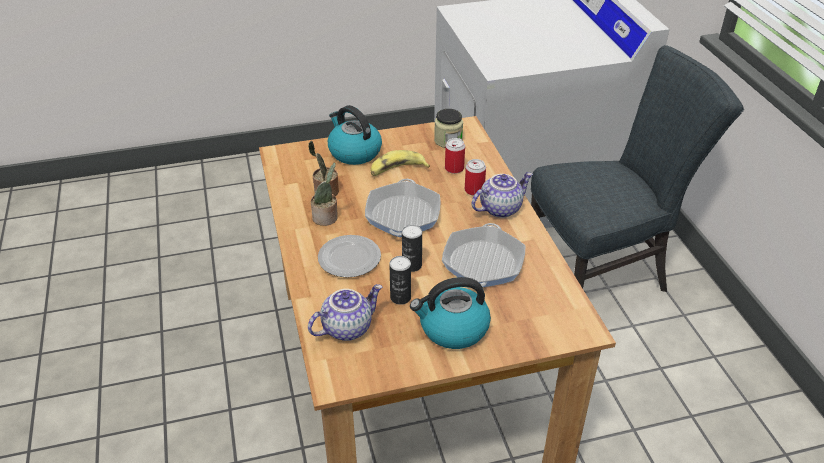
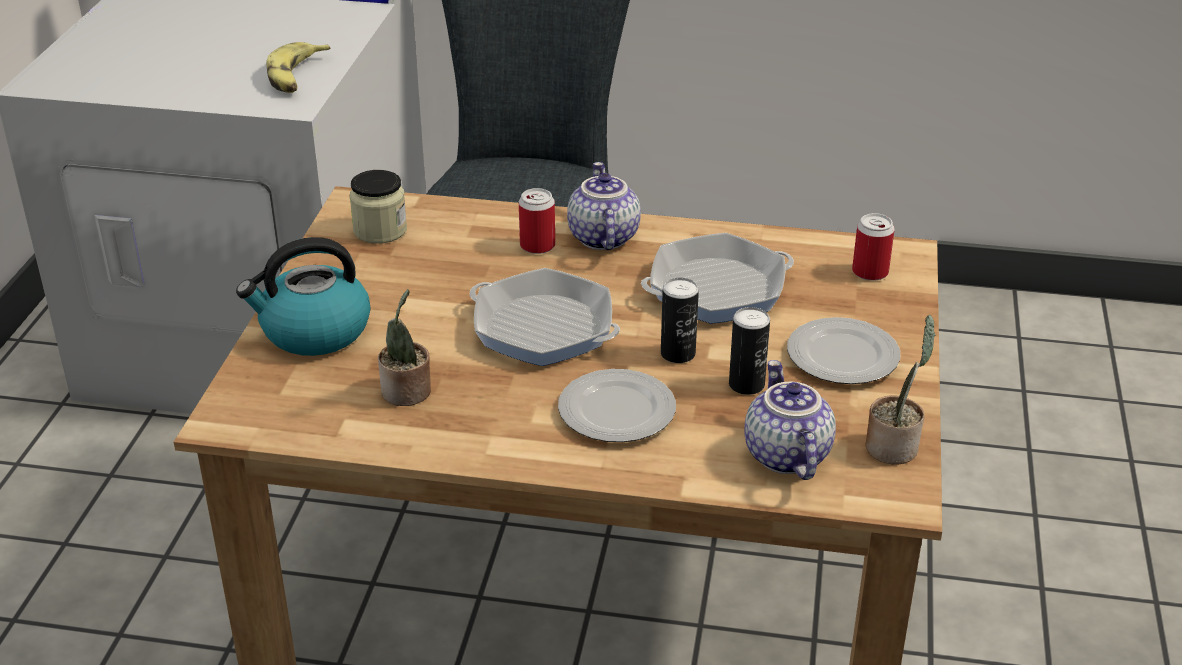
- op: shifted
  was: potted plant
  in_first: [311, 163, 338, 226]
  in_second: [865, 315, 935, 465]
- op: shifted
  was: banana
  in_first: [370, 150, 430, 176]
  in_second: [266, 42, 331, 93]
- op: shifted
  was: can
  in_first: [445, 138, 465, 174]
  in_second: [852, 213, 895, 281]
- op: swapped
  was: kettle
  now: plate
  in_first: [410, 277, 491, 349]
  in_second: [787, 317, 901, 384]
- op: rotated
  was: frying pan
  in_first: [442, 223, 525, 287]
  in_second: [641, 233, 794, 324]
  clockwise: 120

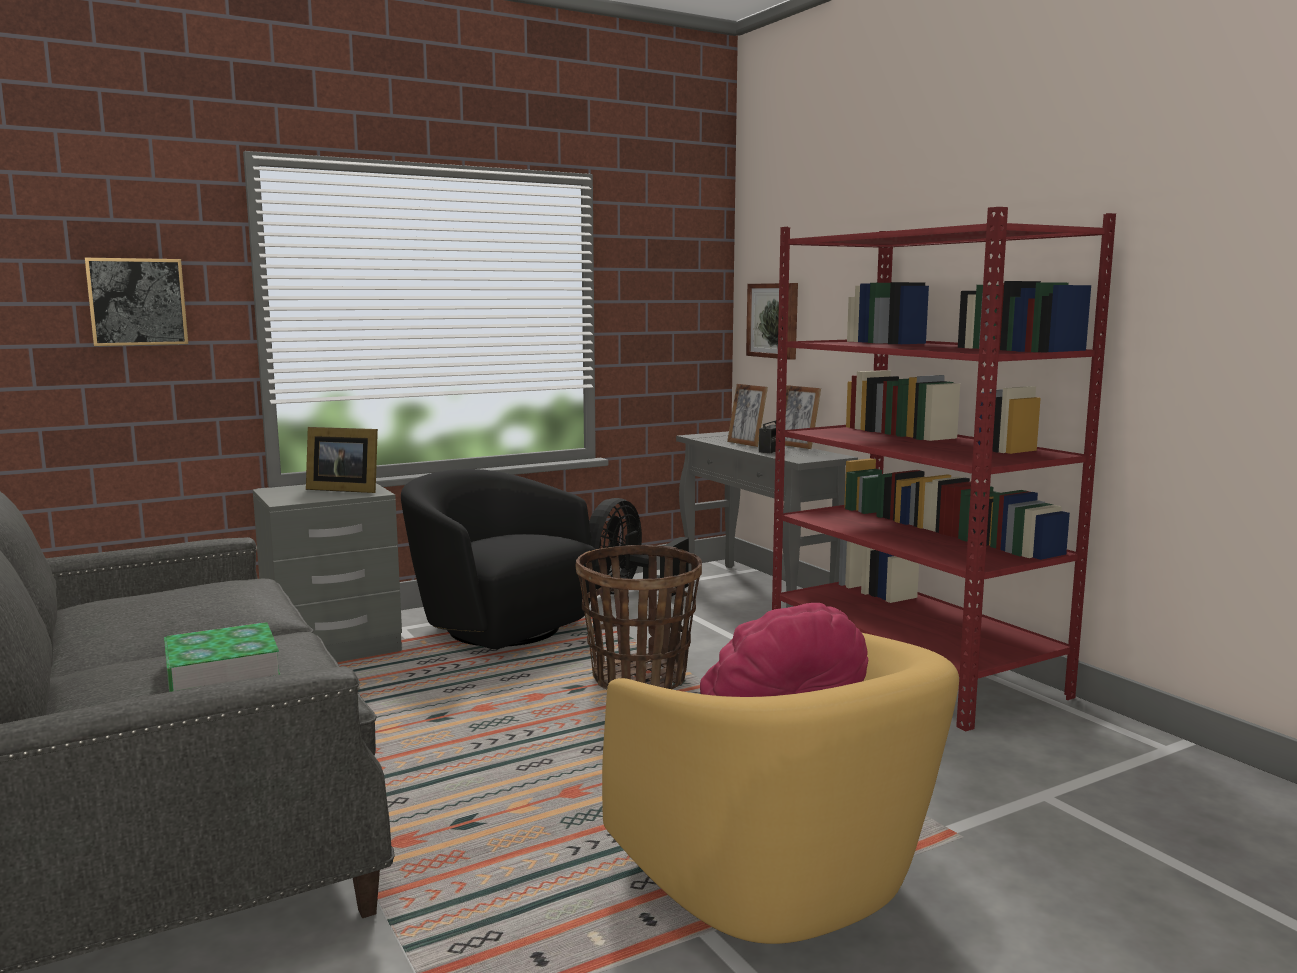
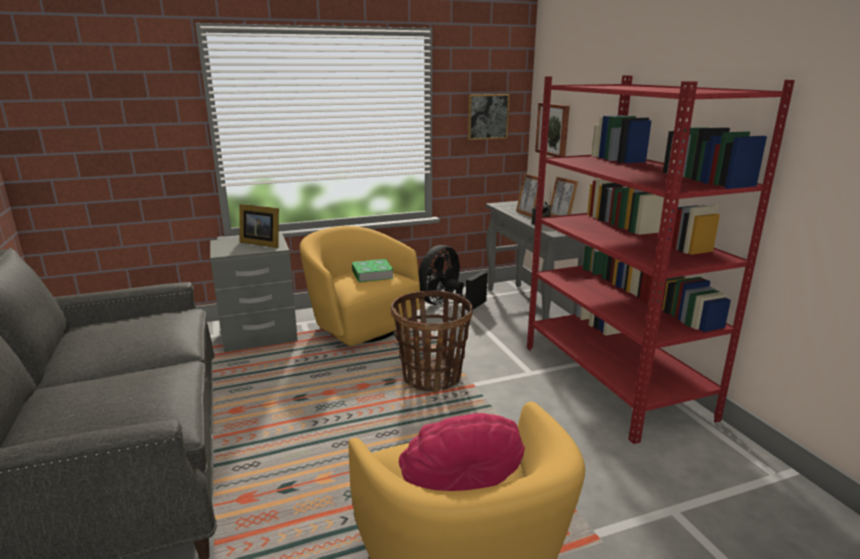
- op: shifted
  was: picture
  in_first: [85, 258, 188, 346]
  in_second: [468, 94, 510, 140]
- op: shifted
  was: book
  in_first: [164, 622, 280, 692]
  in_second: [352, 259, 394, 282]
- op: repainted
  was: armchair (black)
  now: armchair (yellow)
  in_first: [401, 469, 596, 649]
  in_second: [300, 226, 420, 346]

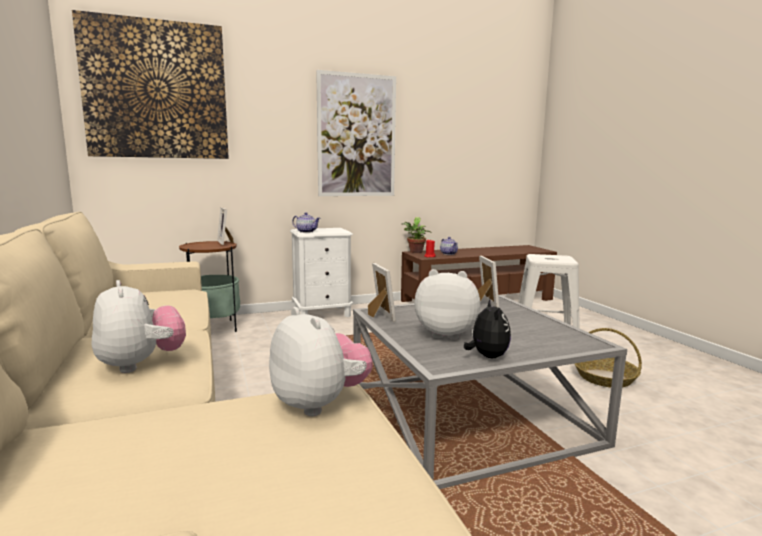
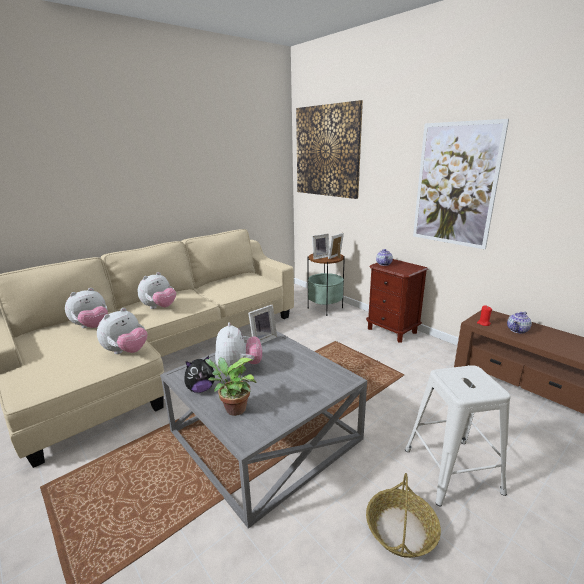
- op: new
  now: plush toy
  in_second: [65, 288, 108, 328]
- op: shifted
  was: potted plant
  in_first: [402, 217, 432, 253]
  in_second: [205, 358, 256, 416]
- op: shifted
  was: picture frame
  in_first: [478, 255, 499, 308]
  in_second: [312, 233, 329, 260]
- op: repainted
  was: nightstand (white)
  now: nightstand (brown)
  in_first: [290, 228, 353, 317]
  in_second: [366, 259, 428, 342]

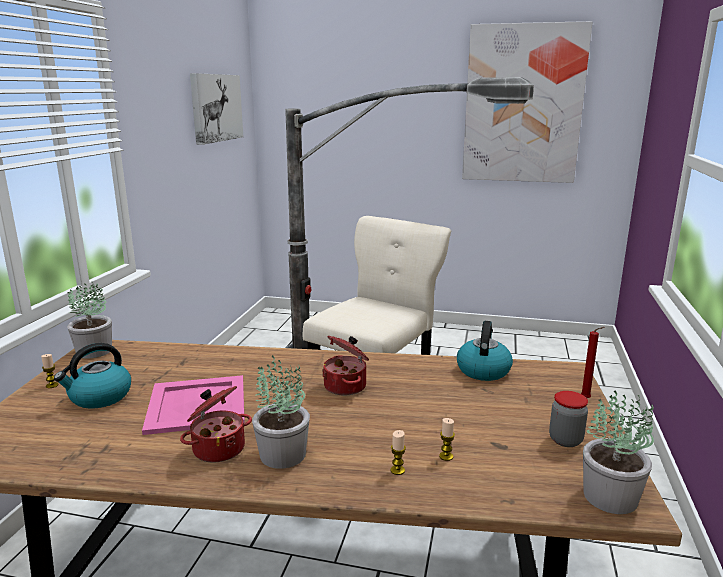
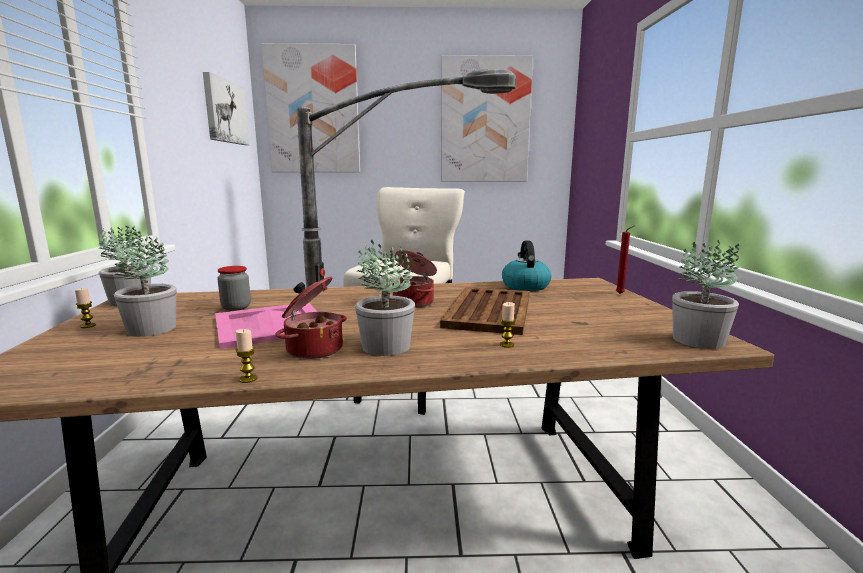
- op: new
  now: picture
  in_second: [261, 43, 360, 172]
- op: new
  now: tray (brown)
  in_second: [440, 287, 530, 335]
- op: shifted
  was: candle
  in_first: [439, 418, 455, 461]
  in_second: [235, 329, 258, 383]
- op: shifted
  was: jar
  in_first: [549, 391, 588, 447]
  in_second: [217, 266, 251, 311]
- op: swapped
  was: kettle
  now: potted plant
  in_first: [54, 343, 131, 409]
  in_second: [114, 236, 176, 337]

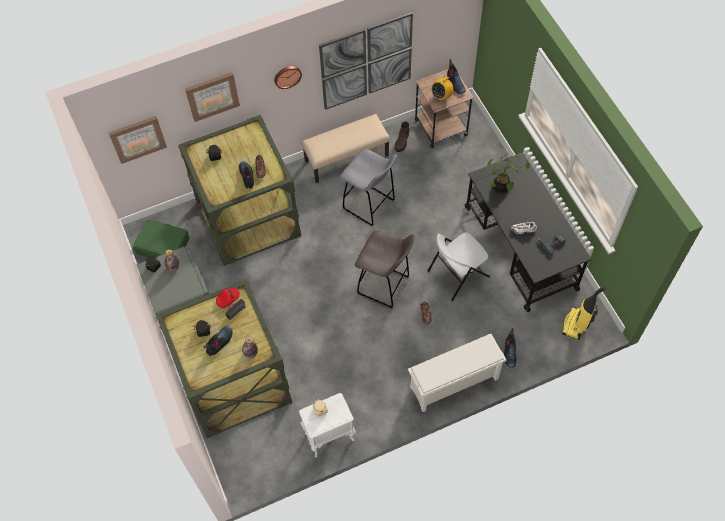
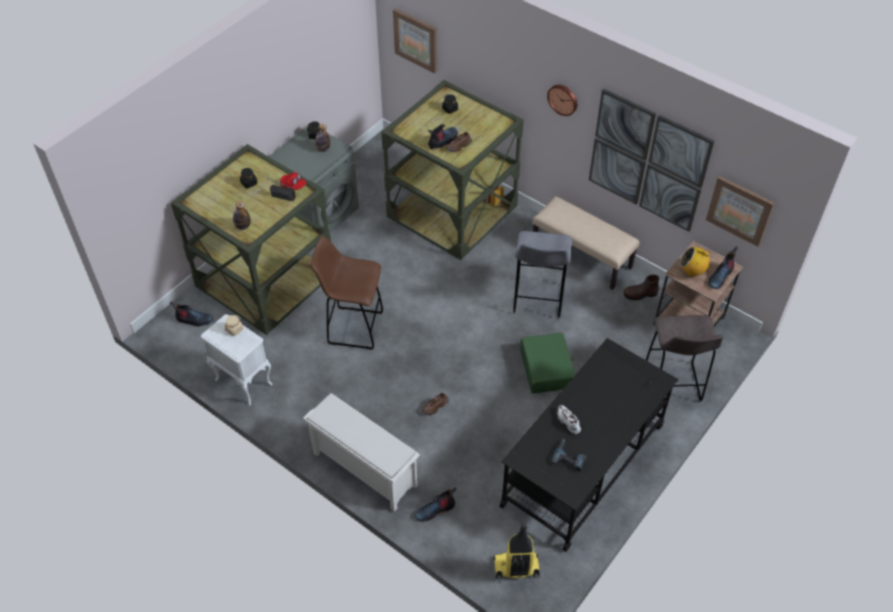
- op: gone
  was: chair (white)
  in_first: [427, 233, 490, 301]
- op: gone
  was: potted plant
  in_first: [487, 149, 530, 194]
- op: new
  now: stool (brown)
  in_second: [311, 236, 383, 350]
- op: shifted
  was: suitcase (green)
  in_first: [133, 219, 189, 257]
  in_second: [520, 332, 576, 394]
- op: shifted
  was: picture
  in_first: [185, 72, 240, 122]
  in_second: [706, 176, 775, 246]
- op: shifted
  was: boot
  in_first: [203, 326, 232, 356]
  in_second: [170, 302, 213, 327]
- op: shifted
  was: stool (grey)
  in_first: [355, 231, 415, 308]
  in_second: [646, 315, 723, 402]

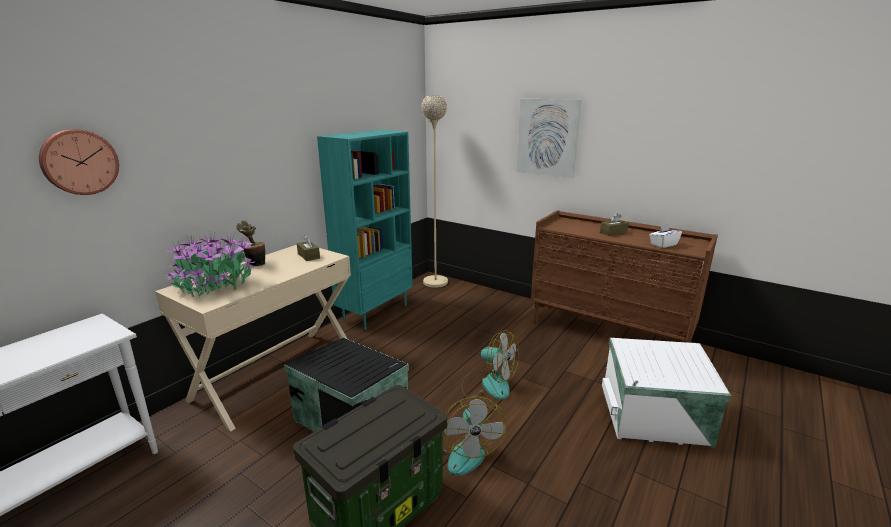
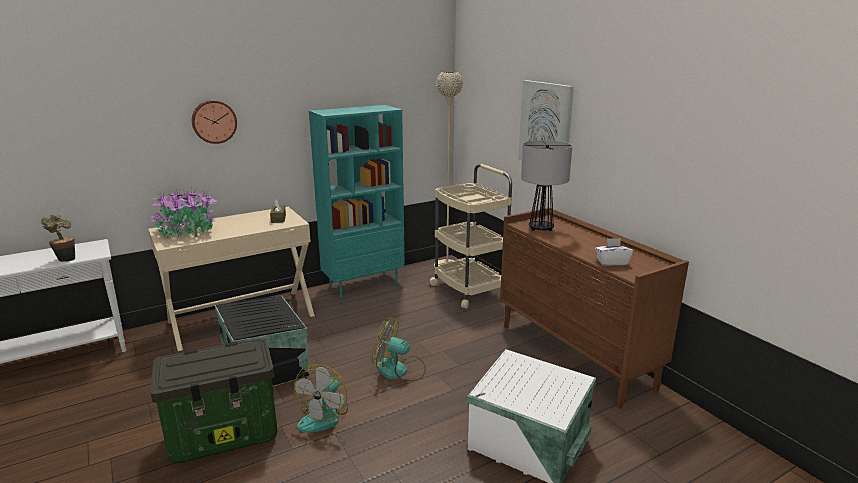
- op: gone
  was: tissue box (brown)
  in_first: [600, 213, 629, 236]
- op: new
  now: cart (beige)
  in_second: [430, 164, 512, 309]
- op: new
  now: table lamp
  in_second: [521, 140, 572, 231]
- op: shifted
  was: wall clock
  in_first: [39, 129, 119, 195]
  in_second: [192, 100, 237, 144]
- op: shifted
  was: potted plant
  in_first: [236, 220, 265, 266]
  in_second: [41, 215, 75, 262]
- op: rotated
  was: fan
  in_first: [461, 330, 519, 400]
  in_second: [372, 317, 426, 382]
  clockwise: 135

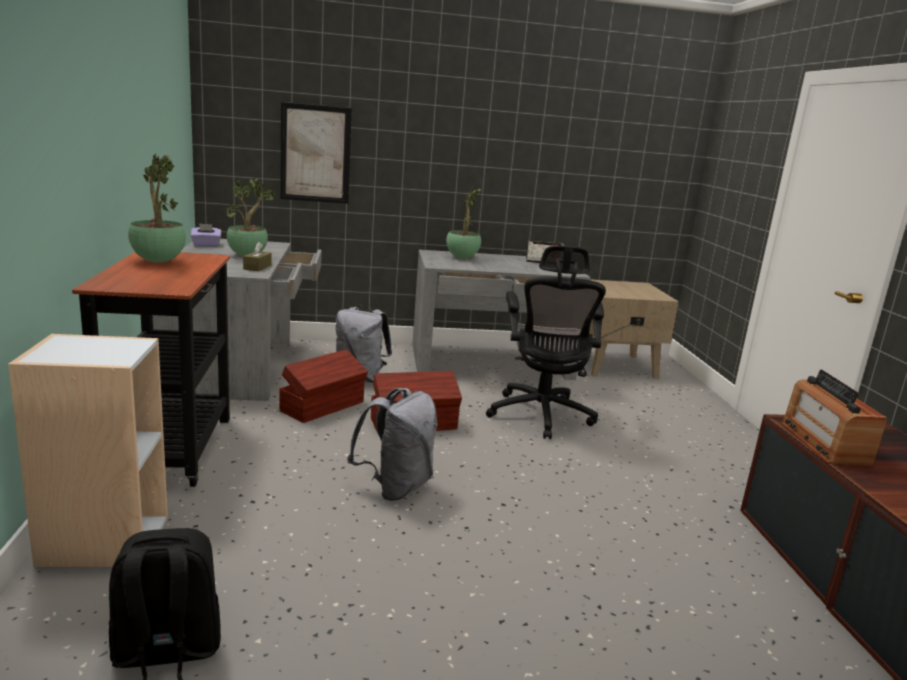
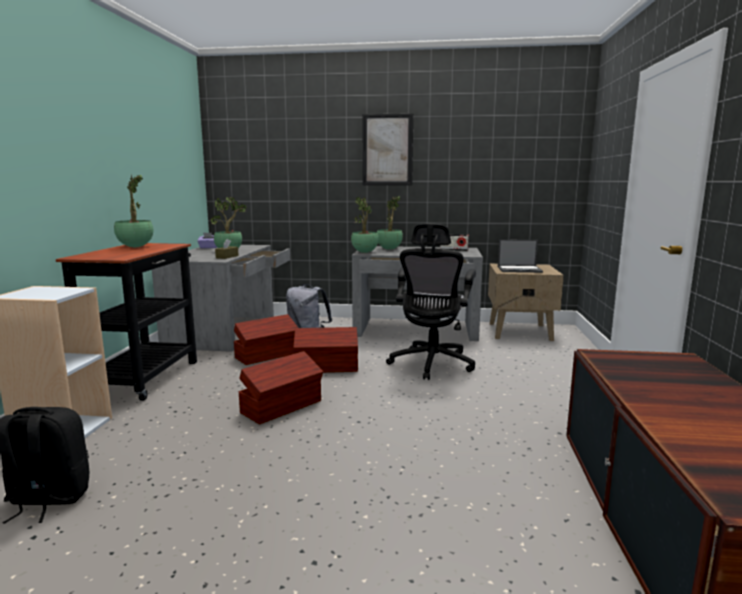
- op: gone
  was: radio
  in_first: [781, 370, 887, 466]
- op: new
  now: potted plant
  in_second: [351, 197, 379, 253]
- op: new
  now: laptop
  in_second: [498, 239, 543, 273]
- op: shifted
  was: picture
  in_first: [280, 102, 352, 204]
  in_second: [363, 113, 413, 185]
- op: swapped
  was: backpack (grey)
  now: storage box (brown)
  in_first: [347, 388, 438, 501]
  in_second: [238, 351, 323, 424]

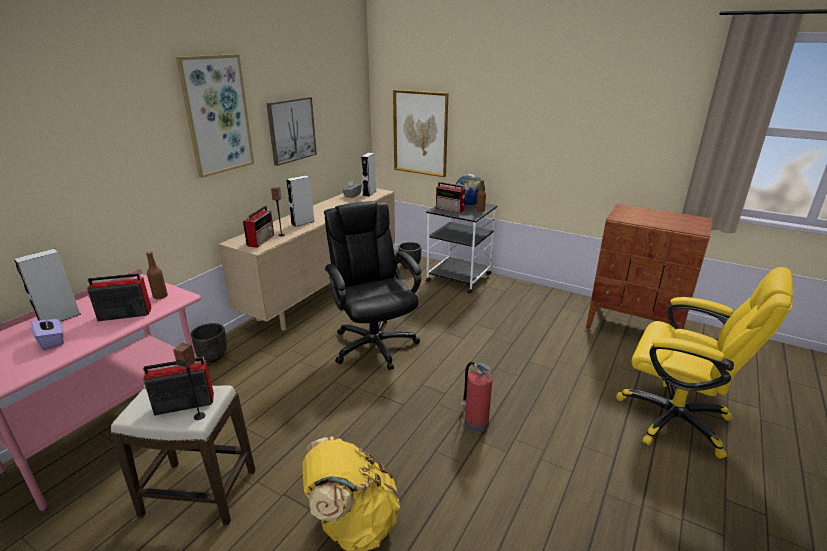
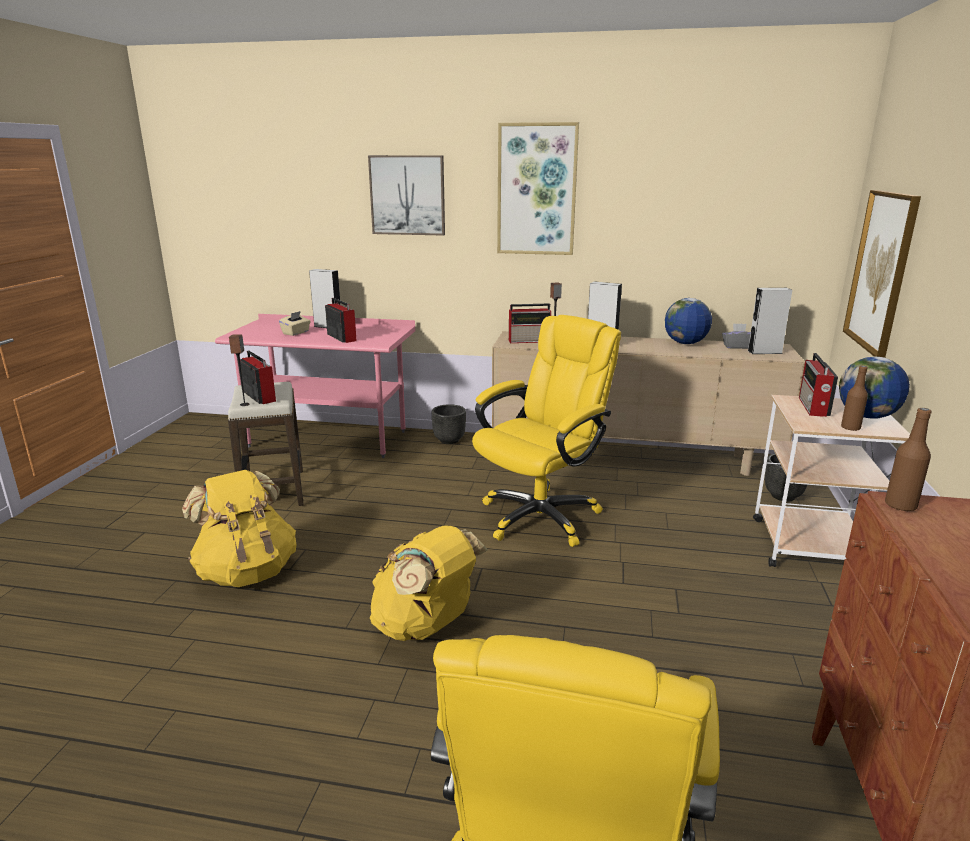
- op: new
  now: globe
  in_second: [665, 298, 712, 344]
- op: shifted
  was: bottle (brown)
  in_first: [146, 252, 168, 299]
  in_second: [885, 408, 932, 512]
- op: shifted
  was: picture
  in_first: [266, 97, 317, 166]
  in_second: [368, 155, 445, 236]
- op: swapped
  was: fire extinguisher
  now: backpack (yellow)
  in_first: [462, 362, 493, 433]
  in_second: [370, 526, 488, 641]
- op: repainted
  was: tissue box (purple)
  now: tissue box (beige)
  in_first: [30, 317, 64, 350]
  in_second: [279, 311, 311, 336]
- op: repainted
  was: office chair (black)
  now: office chair (yellow)
  in_first: [324, 201, 421, 370]
  in_second: [472, 315, 621, 547]
- op: repainted
  was: cart (black)
  now: cart (beige)
  in_first: [426, 203, 498, 294]
  in_second: [753, 395, 910, 567]

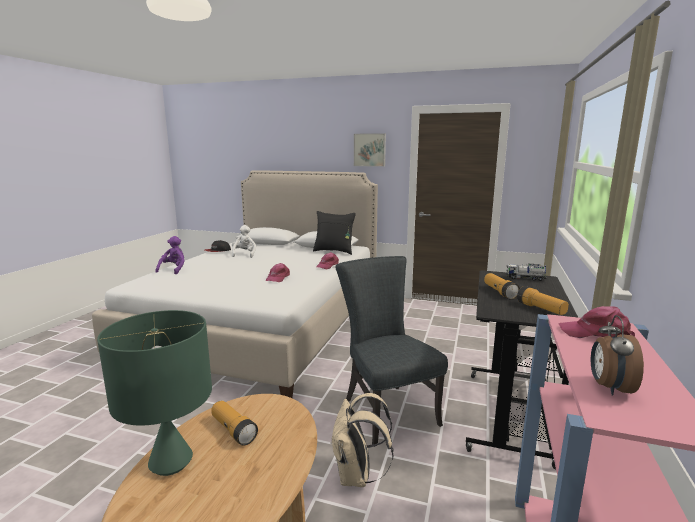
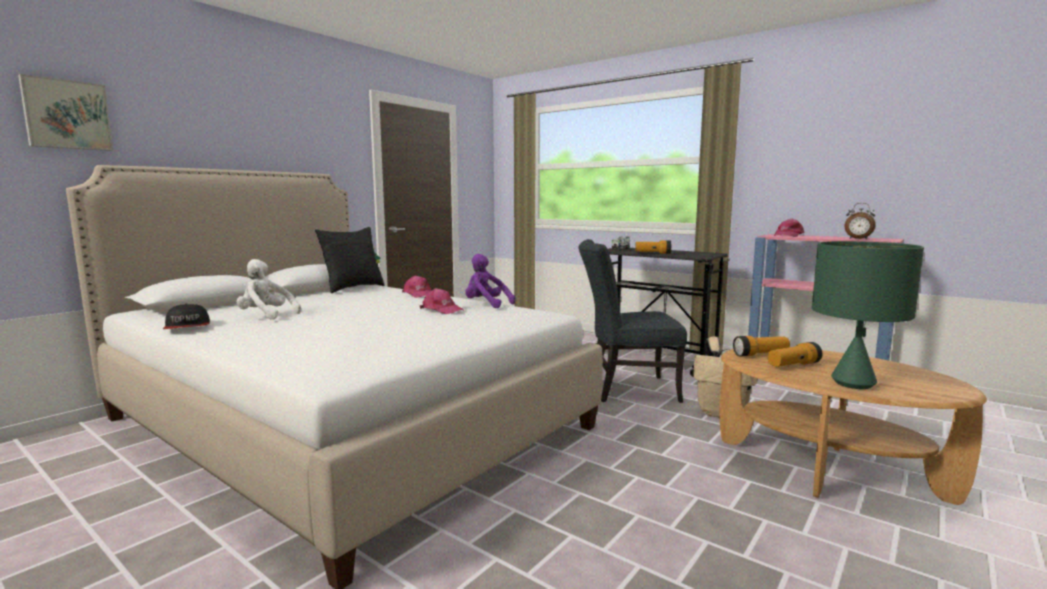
- op: shifted
  was: plush toy (purple)
  in_first: [156, 236, 185, 274]
  in_second: [465, 254, 515, 308]
- op: shifted
  was: picture
  in_first: [354, 133, 386, 167]
  in_second: [18, 74, 113, 151]
- op: shifted
  was: flashlight
  in_first: [517, 286, 569, 315]
  in_second: [733, 336, 790, 356]

